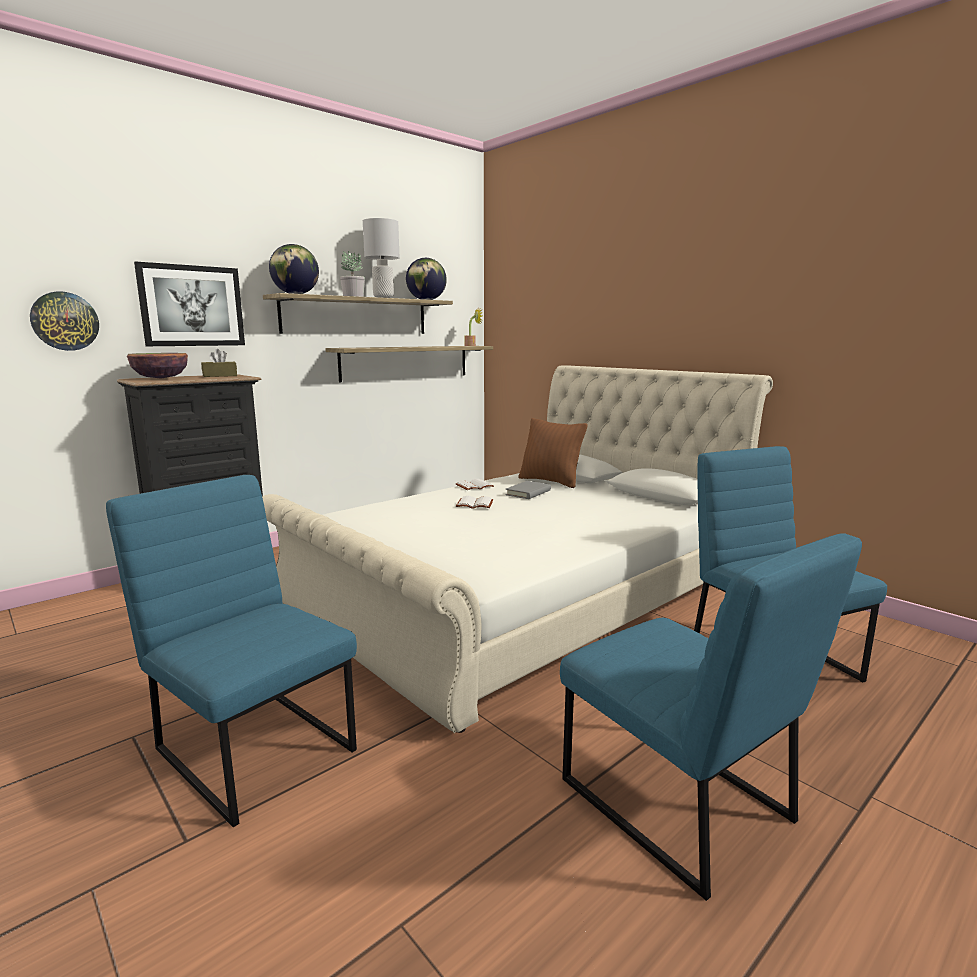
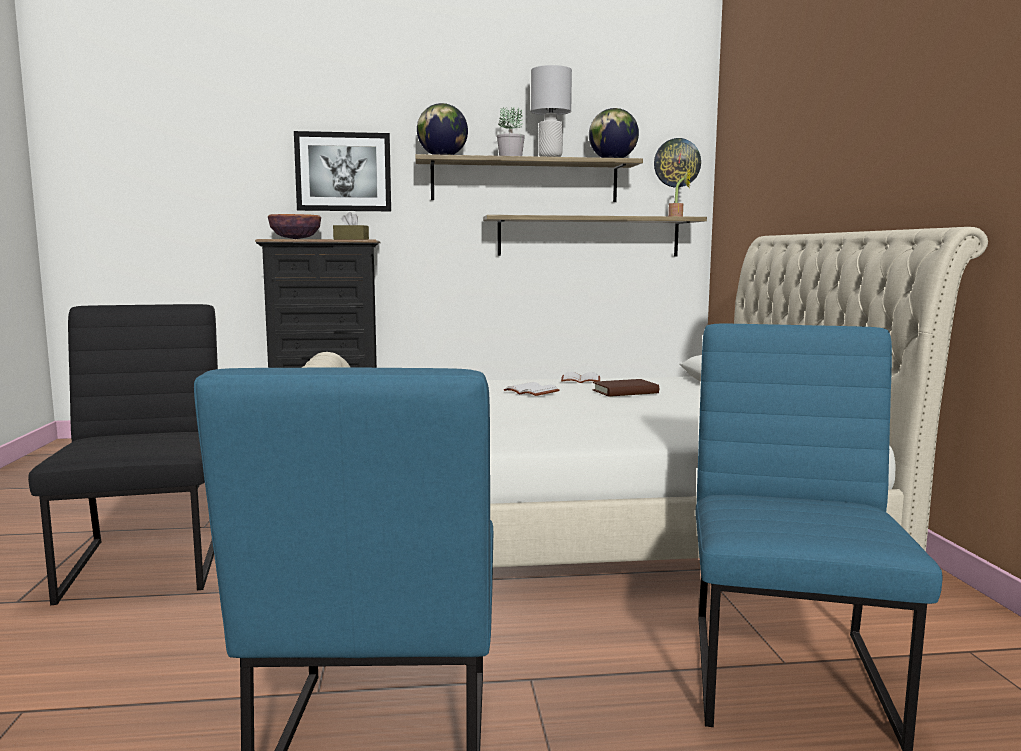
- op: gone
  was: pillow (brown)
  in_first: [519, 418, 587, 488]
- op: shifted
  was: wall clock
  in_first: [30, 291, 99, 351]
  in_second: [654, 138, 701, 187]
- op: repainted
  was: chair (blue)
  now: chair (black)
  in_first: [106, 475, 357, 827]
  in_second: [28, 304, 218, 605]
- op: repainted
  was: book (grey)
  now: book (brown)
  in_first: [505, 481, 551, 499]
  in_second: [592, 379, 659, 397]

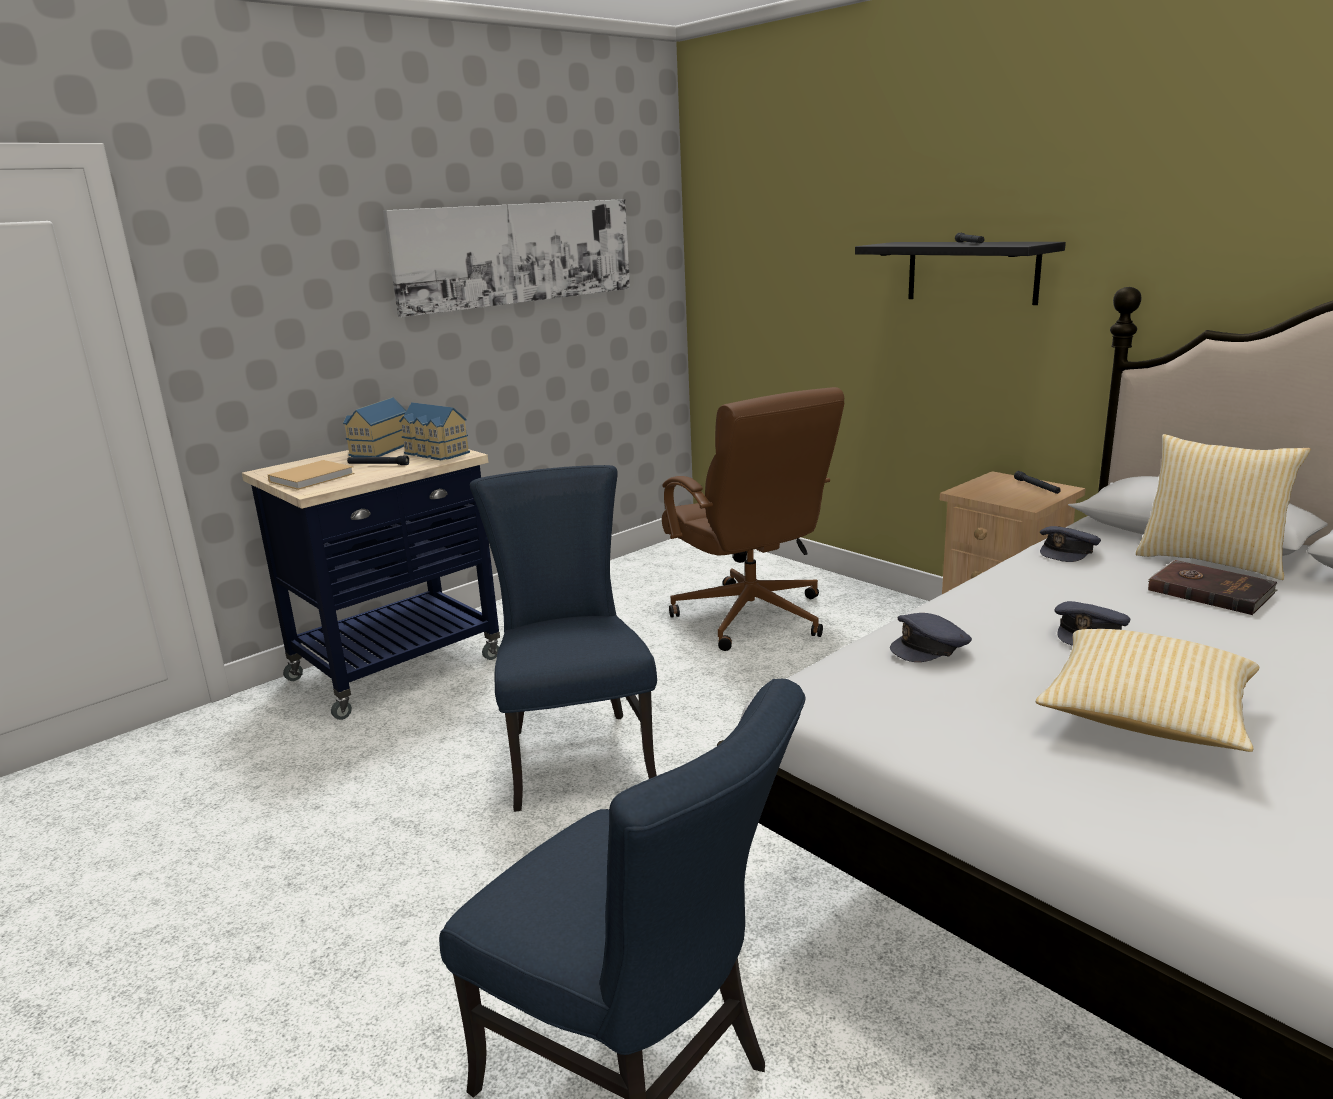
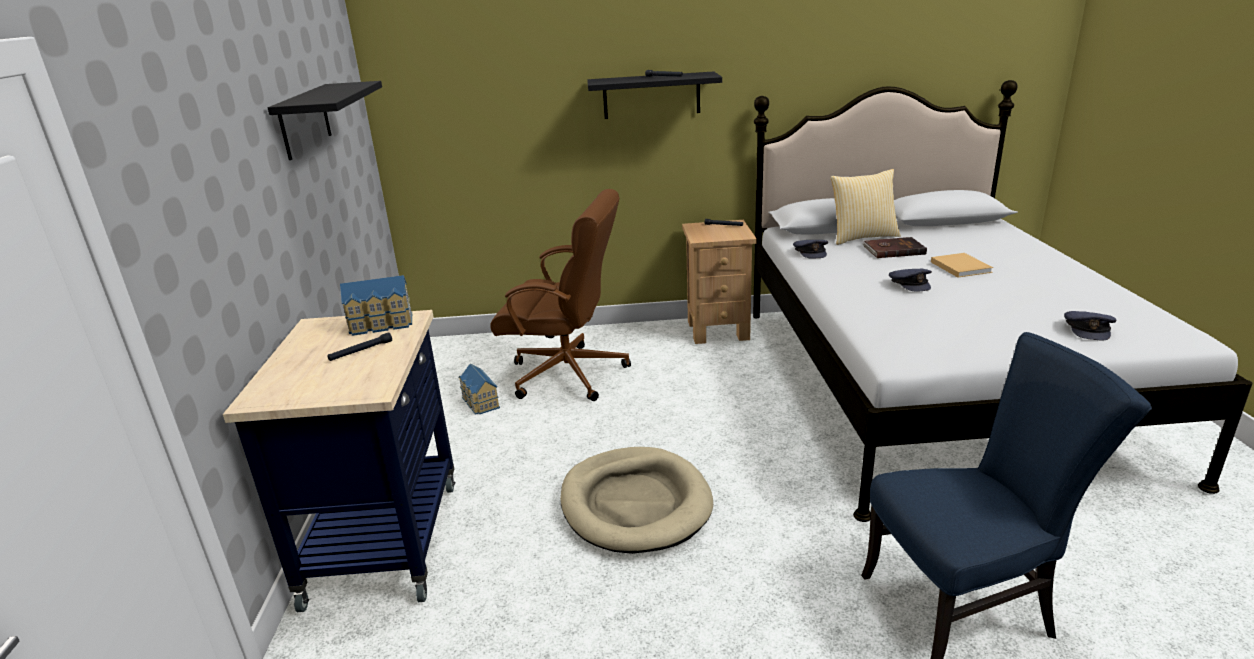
- op: gone
  was: pillow
  in_first: [1036, 629, 1260, 752]
- op: shifted
  was: book (beige)
  in_first: [268, 460, 354, 490]
  in_second: [931, 253, 993, 277]
- op: shifted
  was: toy house
  in_first: [343, 397, 406, 457]
  in_second: [458, 363, 500, 415]
- op: shifted
  was: cap (grey)
  in_first: [890, 613, 972, 662]
  in_second: [1064, 311, 1117, 341]
- op: swapped
  was: picture
  now: shelf (black)
  in_first: [383, 199, 630, 317]
  in_second: [268, 81, 382, 160]
- op: swapped
  was: chair (blue)
  now: dog bed (beige)
  in_first: [470, 465, 657, 812]
  in_second: [560, 447, 713, 554]

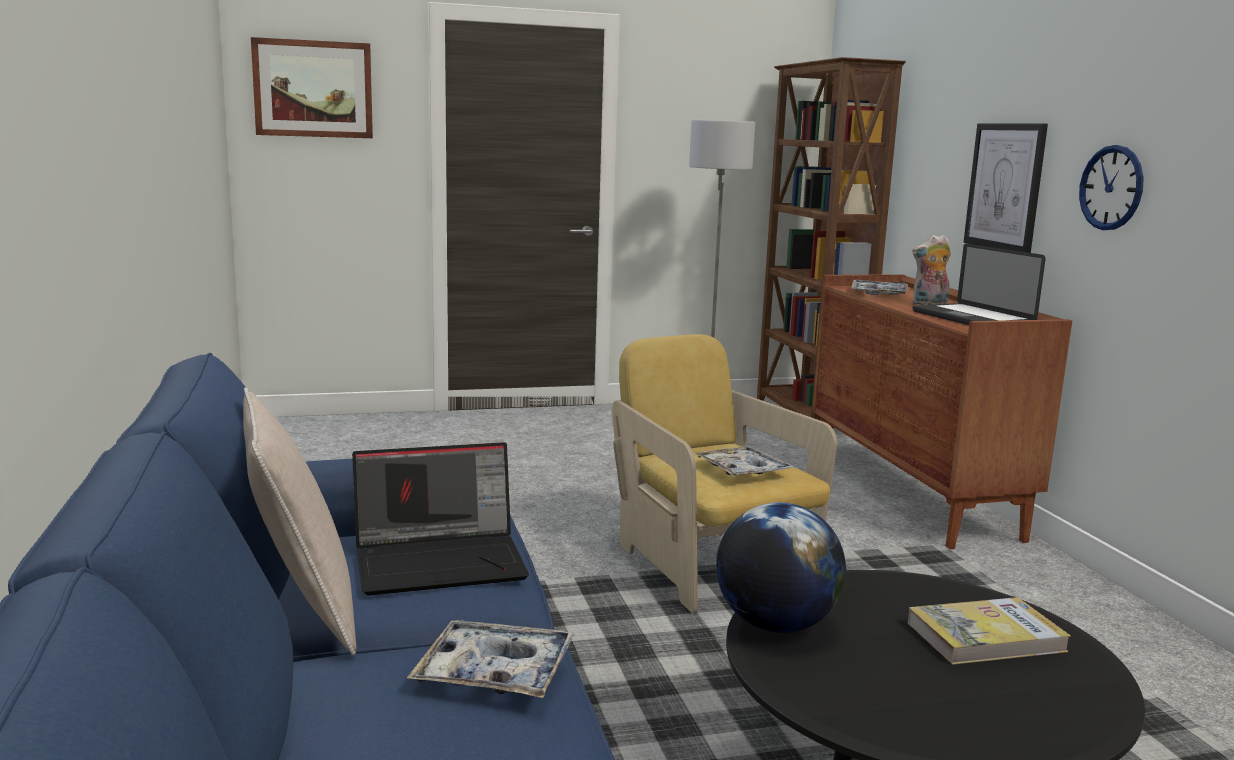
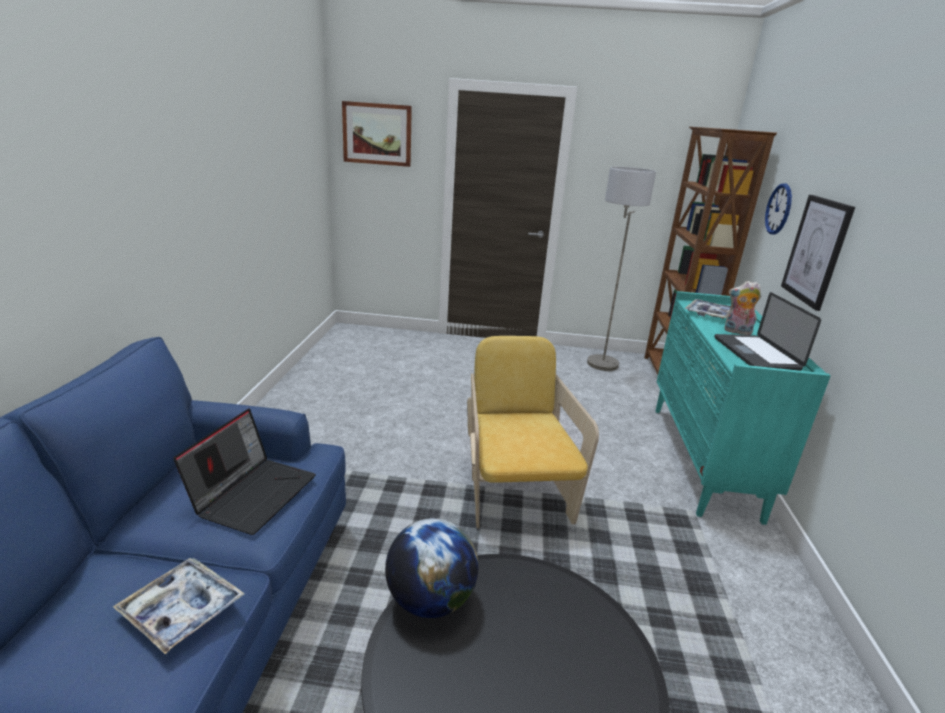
- op: gone
  was: pillow (beige)
  in_first: [243, 387, 357, 656]
- op: gone
  was: tray
  in_first: [694, 446, 795, 477]
- op: gone
  was: book
  in_first: [908, 597, 1071, 665]
- op: shifted
  was: wall clock
  in_first: [1079, 145, 1144, 230]
  in_second: [765, 183, 792, 235]
- op: repainted
  was: cabinet (brown)
  now: cabinet (turquoise)
  in_first: [812, 274, 1072, 549]
  in_second: [656, 291, 831, 525]
- op: rotated
  was: laptop
  in_first: [352, 442, 529, 595]
  in_second: [173, 409, 316, 535]
  clockwise: -75

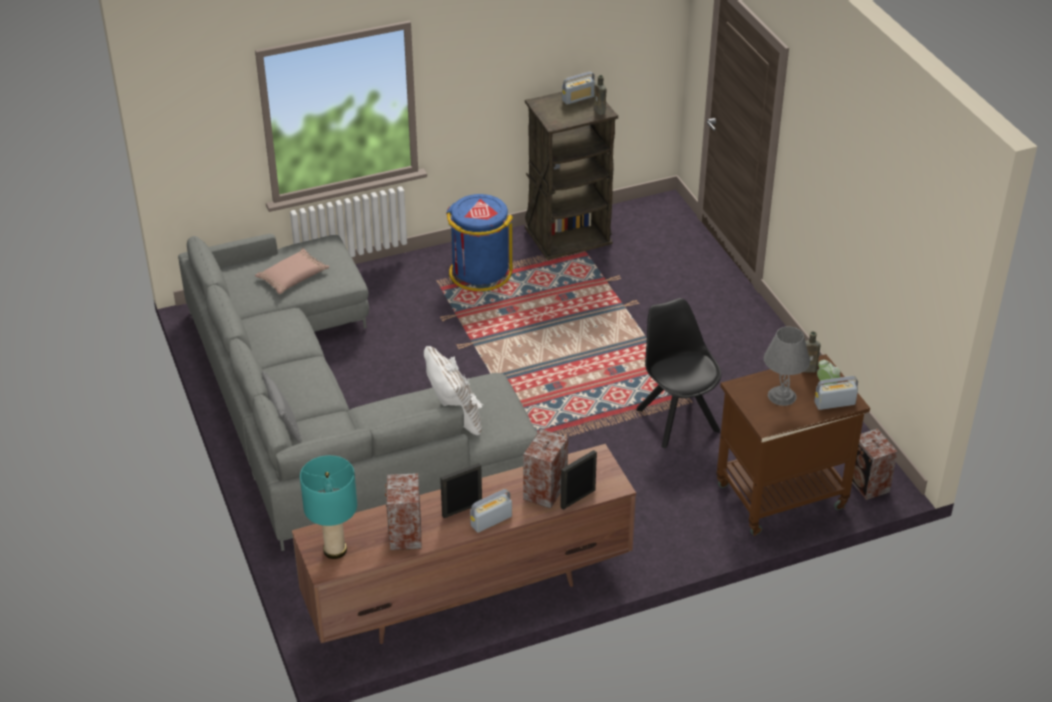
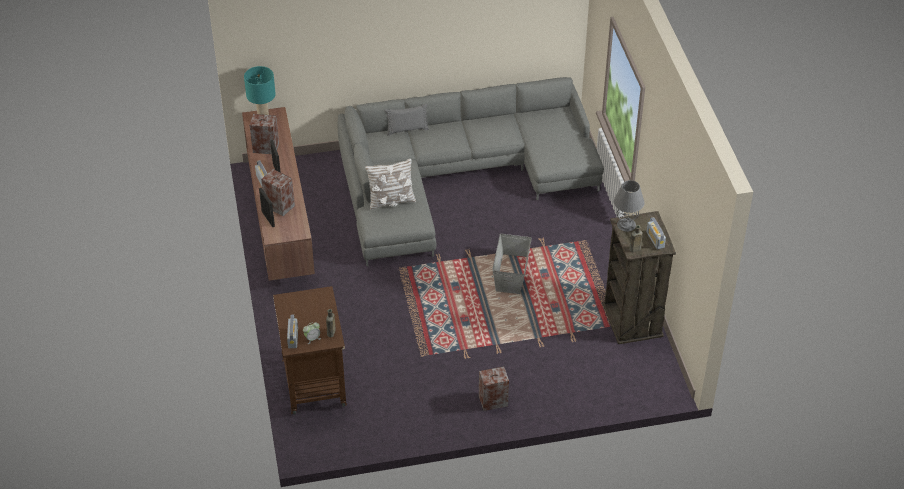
- op: gone
  was: pillow (beige)
  in_first: [255, 248, 329, 294]
- op: gone
  was: trash can (blue)
  in_first: [446, 194, 513, 291]
- op: gone
  was: chair (black)
  in_first: [636, 298, 721, 449]
- op: new
  now: storage box (grey)
  in_second: [492, 234, 532, 294]
- op: shifted
  was: table lamp (grey)
  in_first: [764, 326, 810, 406]
  in_second: [614, 180, 645, 232]
- op: shifted
  was: speaker
  in_first: [852, 429, 898, 500]
  in_second: [479, 366, 509, 411]

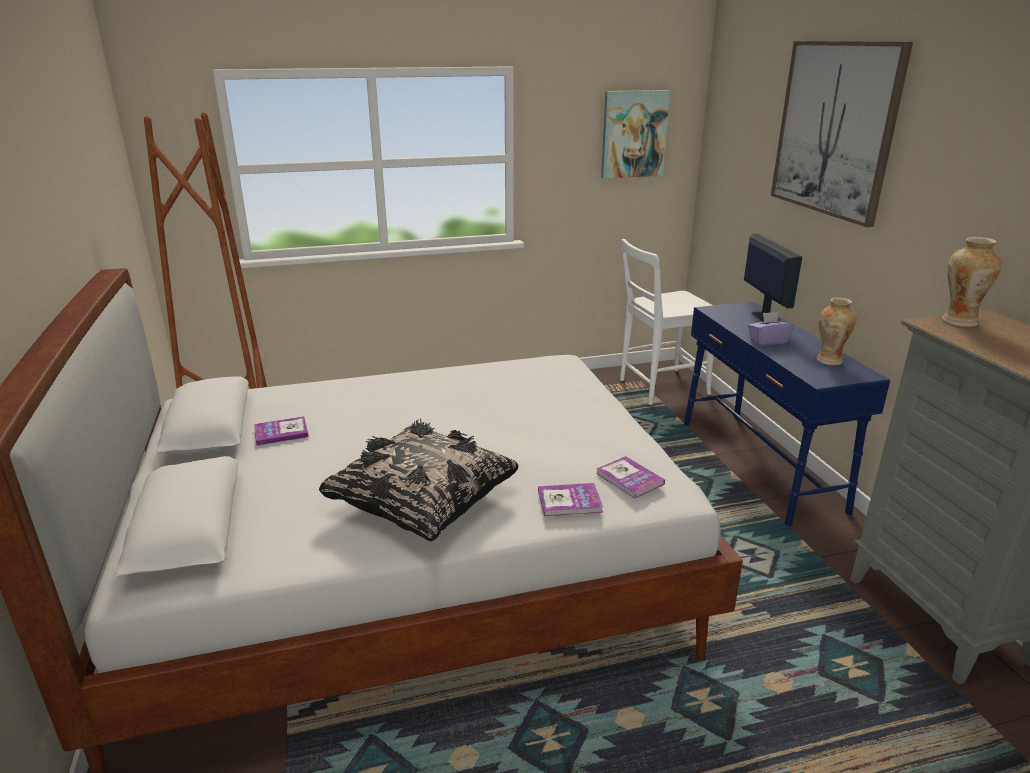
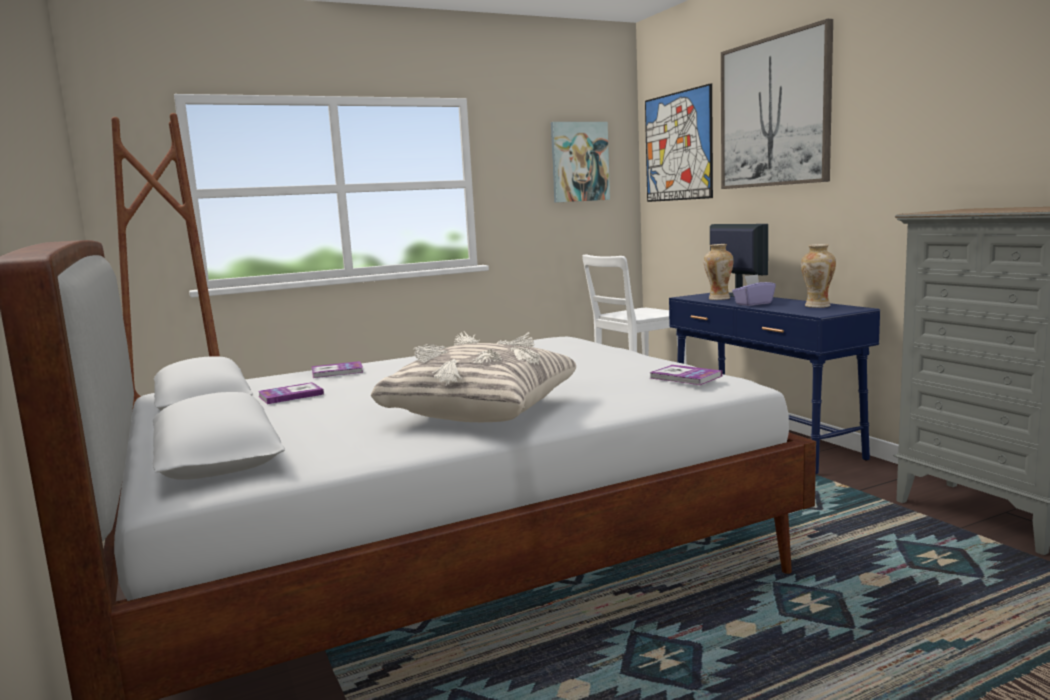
- op: new
  now: picture
  in_second: [645, 83, 713, 202]
- op: shifted
  was: book
  in_first: [538, 483, 603, 516]
  in_second: [312, 361, 364, 378]
- op: shifted
  was: vase
  in_first: [942, 237, 1002, 327]
  in_second: [704, 244, 734, 300]
- op: repainted
  was: pillow (black)
  now: pillow (beige)
  in_first: [319, 419, 518, 541]
  in_second: [371, 331, 576, 422]

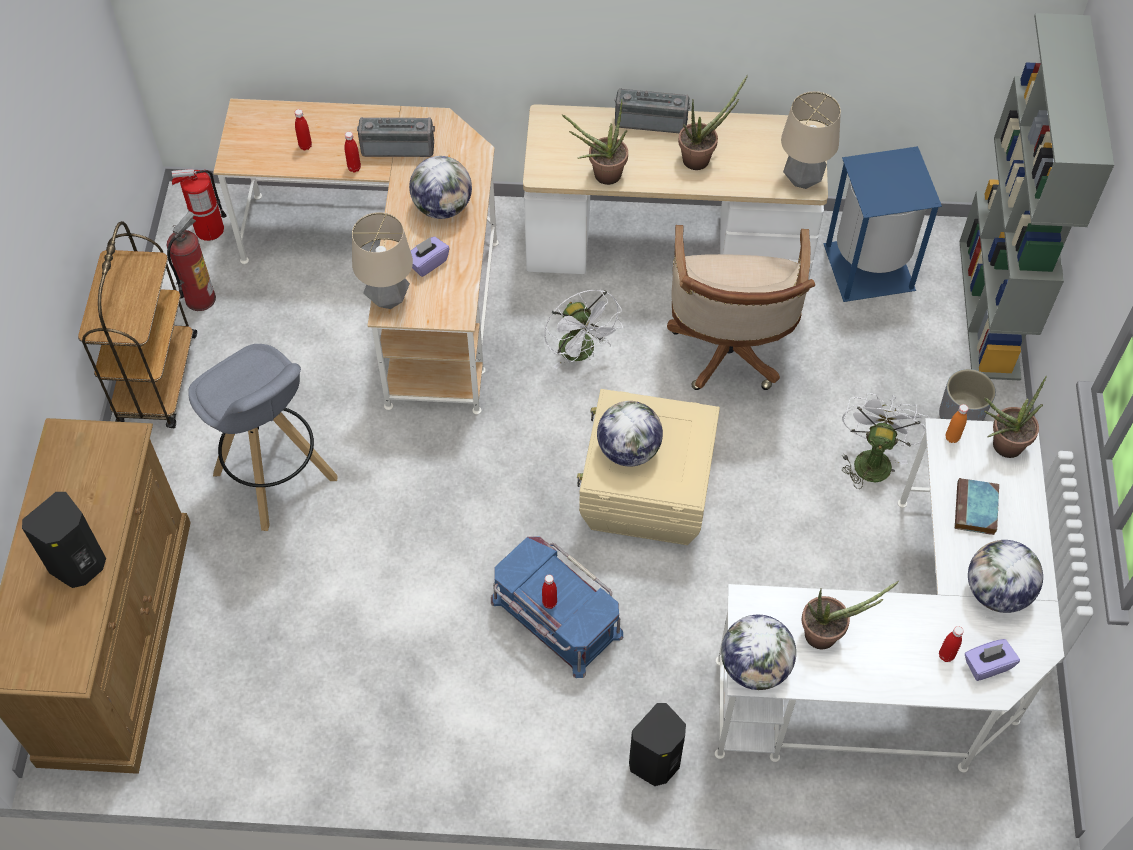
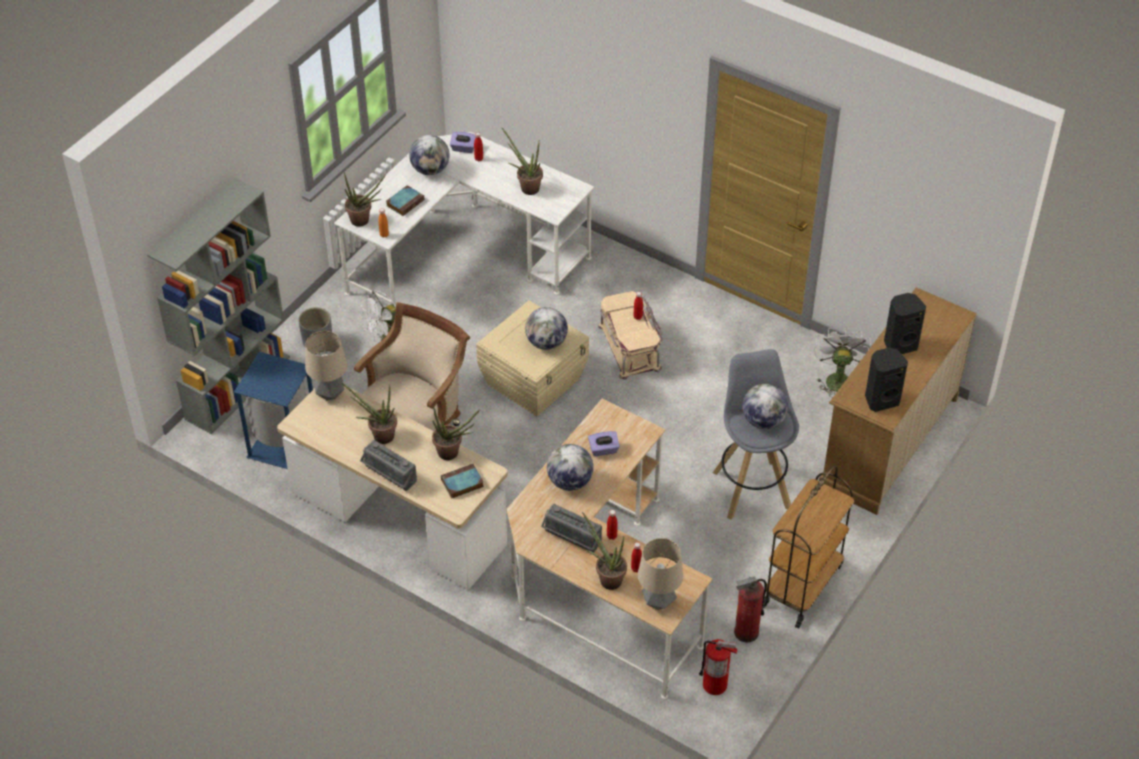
- op: new
  now: book
  in_second: [441, 464, 484, 499]
- op: new
  now: potted plant
  in_second: [582, 512, 627, 590]
- op: shifted
  was: table lamp
  in_first: [352, 212, 413, 309]
  in_second: [638, 538, 683, 610]
- op: shifted
  was: fan (white)
  in_first: [544, 290, 623, 369]
  in_second: [814, 327, 871, 397]
- op: shifted
  was: speaker (black)
  in_first: [629, 703, 686, 786]
  in_second: [865, 348, 908, 412]
- op: shifted
  was: globe
  in_first: [721, 615, 796, 690]
  in_second: [742, 384, 788, 429]
- op: repainted
  was: storage box (blue)
  now: storage box (beige)
  in_first: [491, 536, 623, 678]
  in_second: [598, 291, 663, 380]

